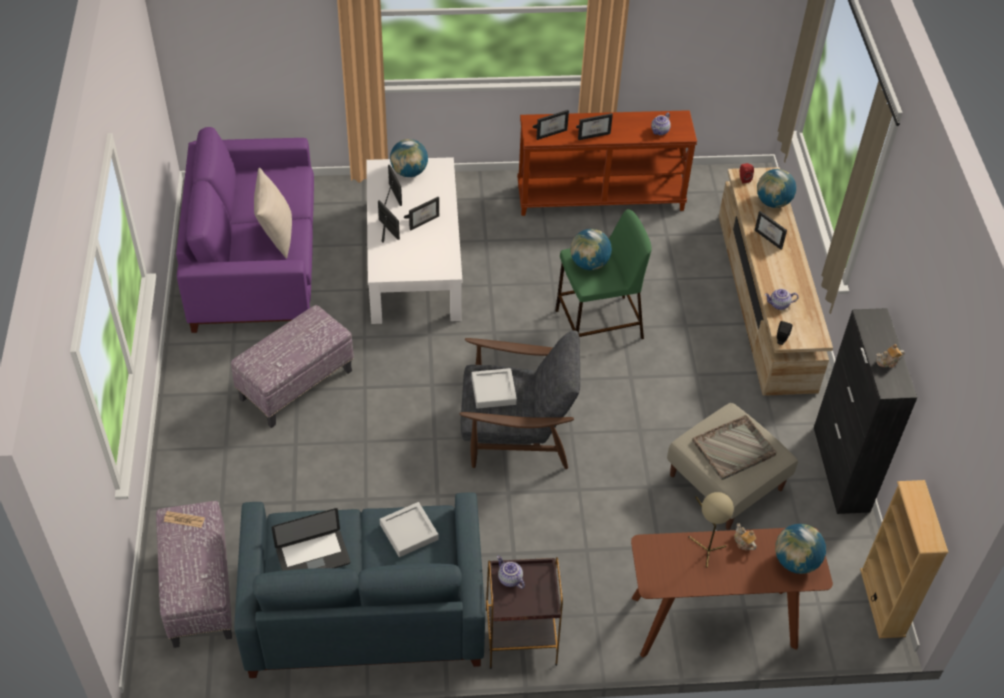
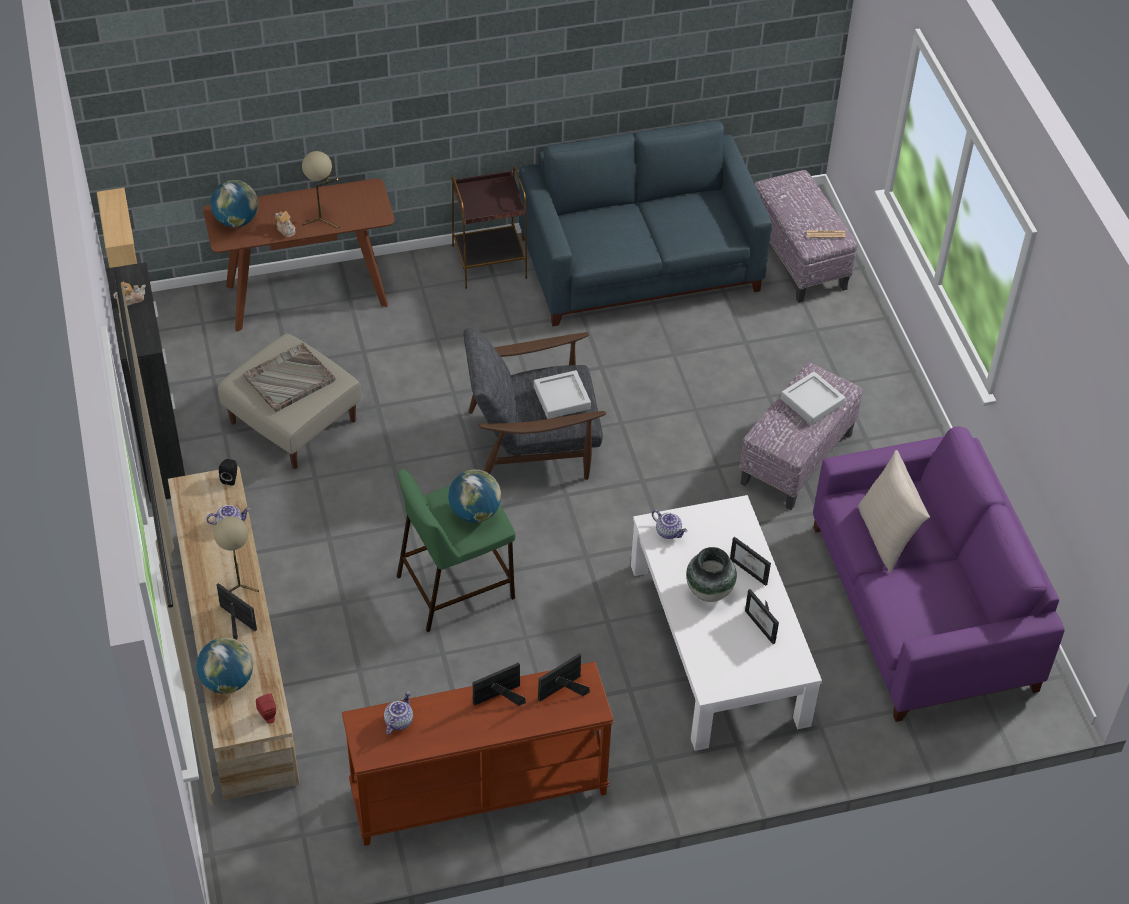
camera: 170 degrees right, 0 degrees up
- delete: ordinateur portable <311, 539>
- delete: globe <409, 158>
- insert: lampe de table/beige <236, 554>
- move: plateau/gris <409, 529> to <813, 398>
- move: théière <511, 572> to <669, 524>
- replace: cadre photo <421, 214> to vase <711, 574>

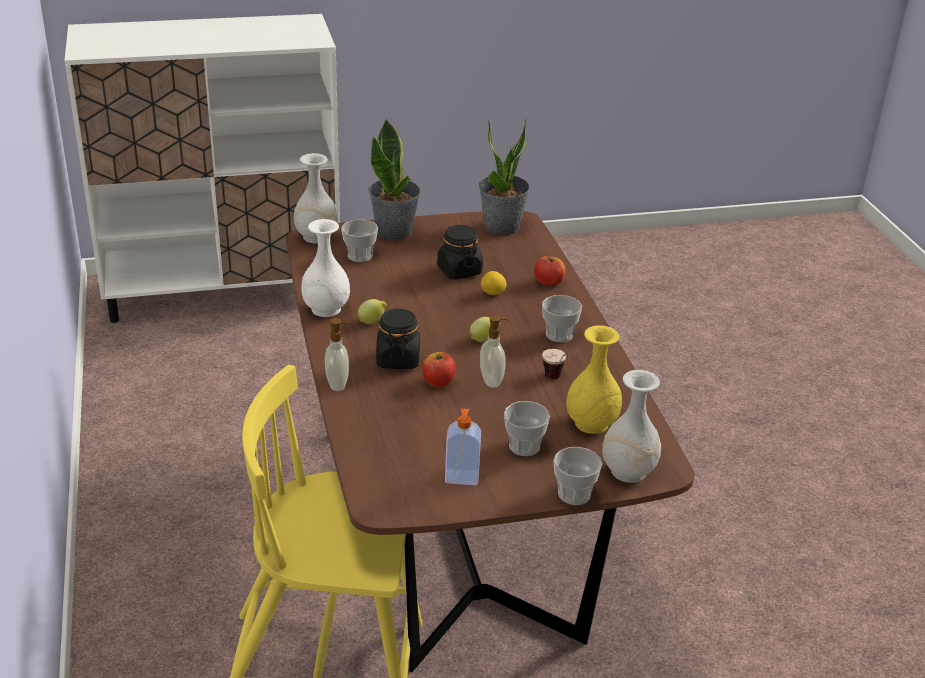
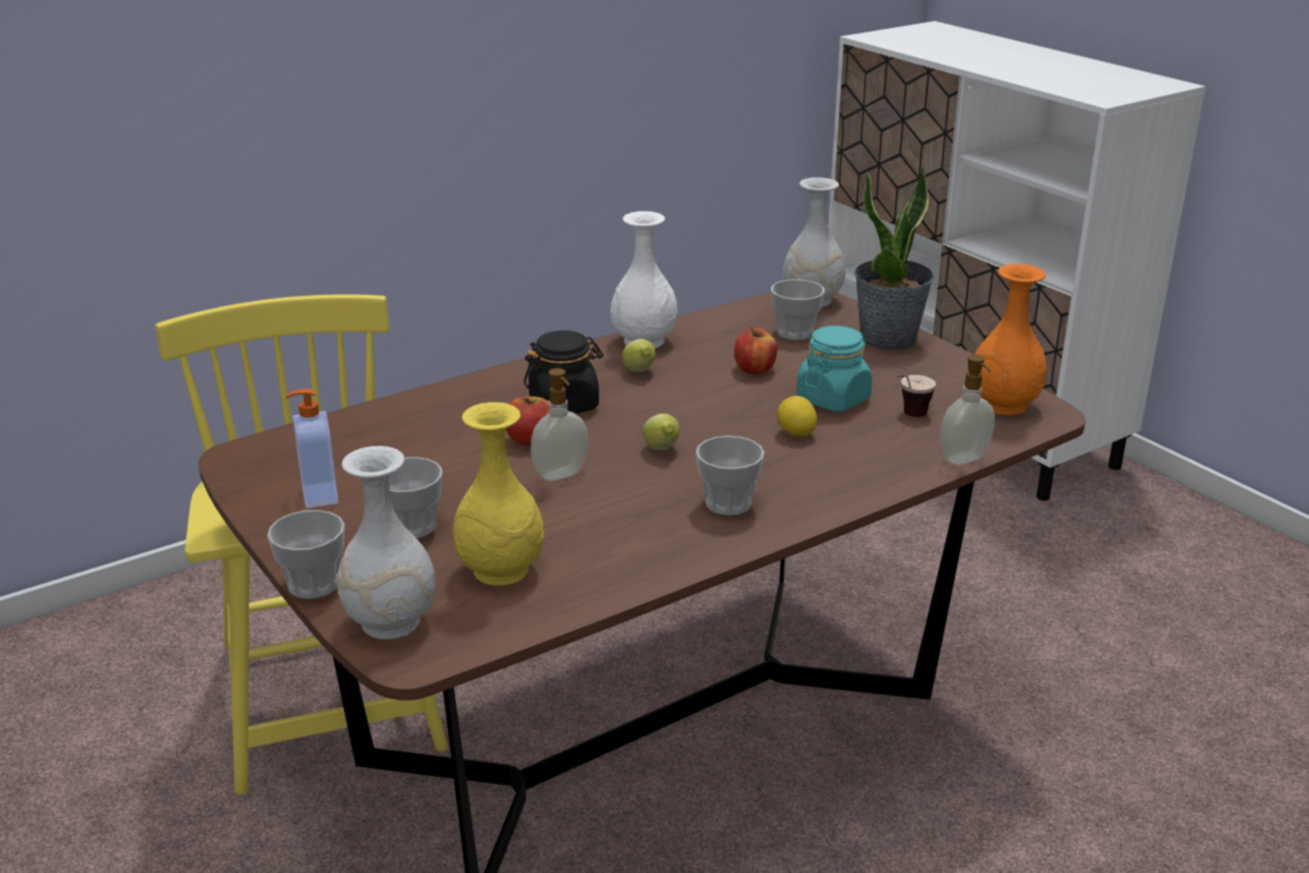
camera: 70 degrees right, 5 degrees down
- move: distributeur de savon <338, 354> to <967, 409>
- move: pomme <550, 271> to <755, 350>
- move: tasse <557, 364> to <915, 395>
- replace: plante en pot <504, 177> to vase/orange <1011, 339>
- recolor: bocal/noir <460, 252> to bocal/turquoise <834, 369>

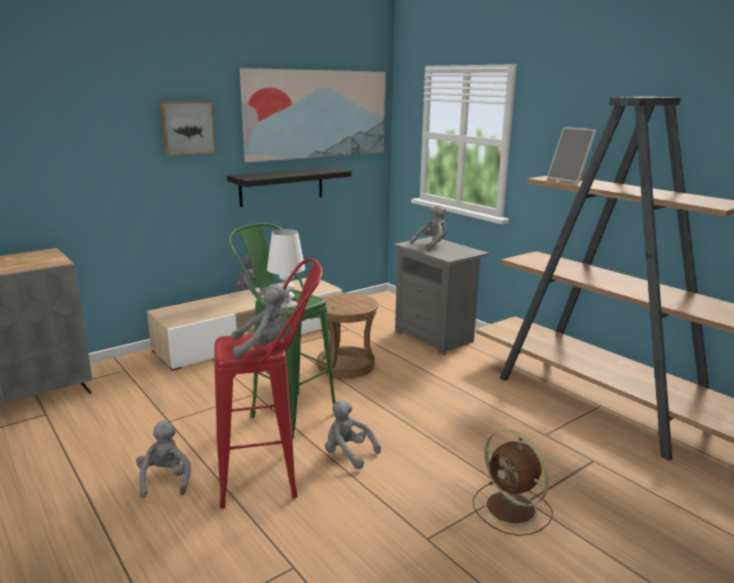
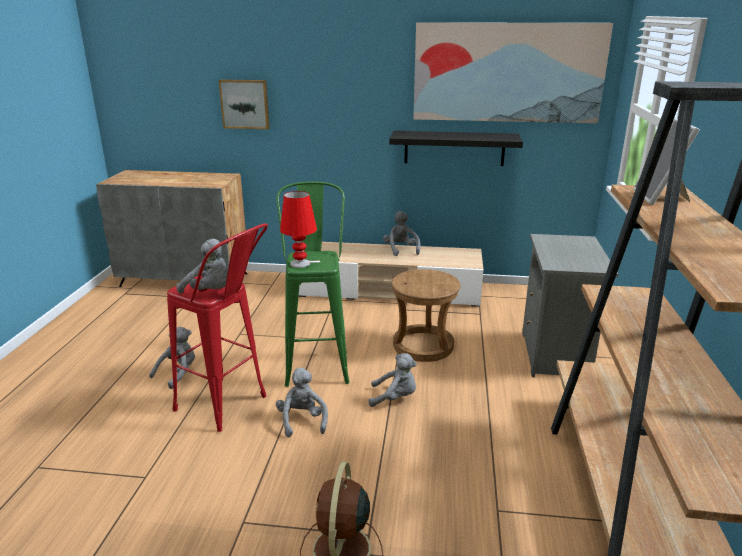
camera: 45 degrees right, 5 degrees up
- move: tableau <188, 128> to <244, 104>
- move: peluche/gris <428, 228> to <392, 380>
- recolor: lampe de table/blanc <286, 269> to lampe de table/rouge <298, 229>

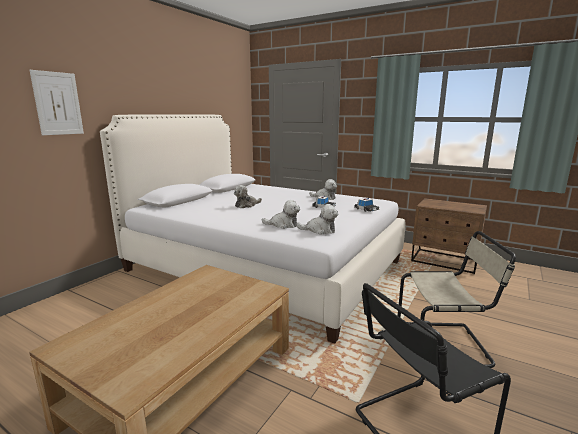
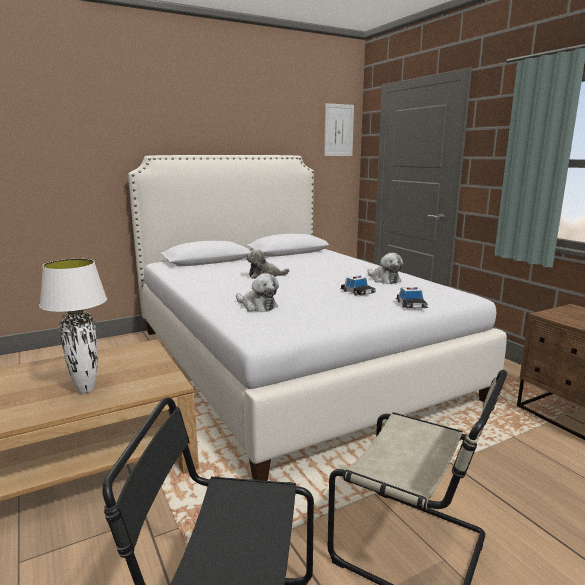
camera: 30 degrees right, 0 degrees up
- delete: peluche <317, 219>
- insert: lampe de table/blanc <73, 326>
- move: tableau <57, 102> to <339, 129>

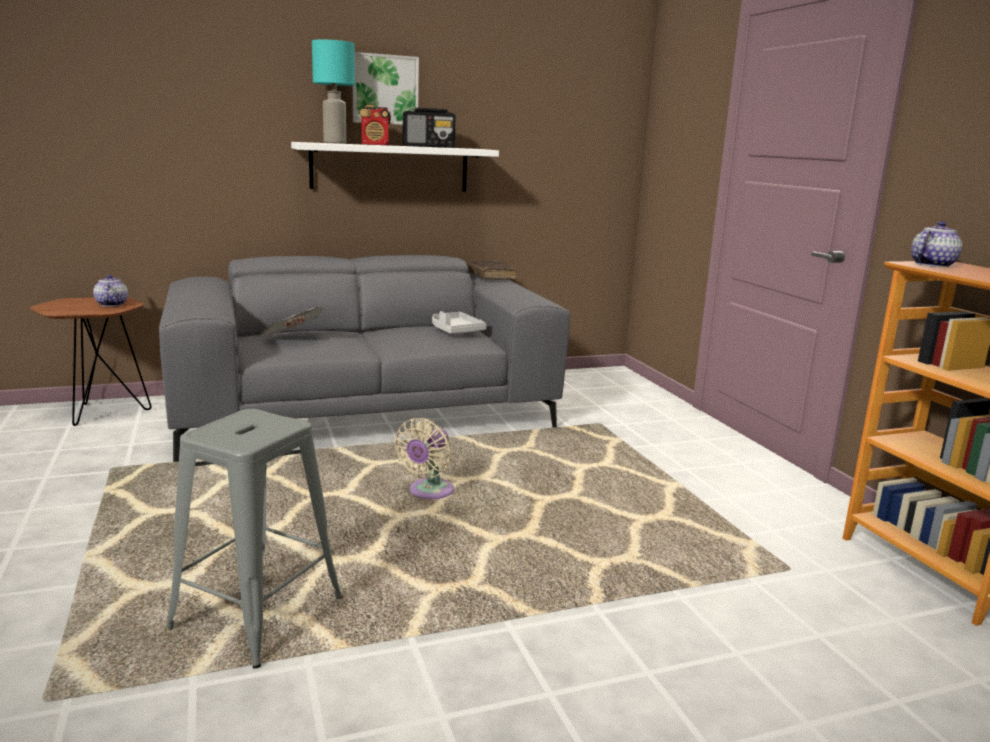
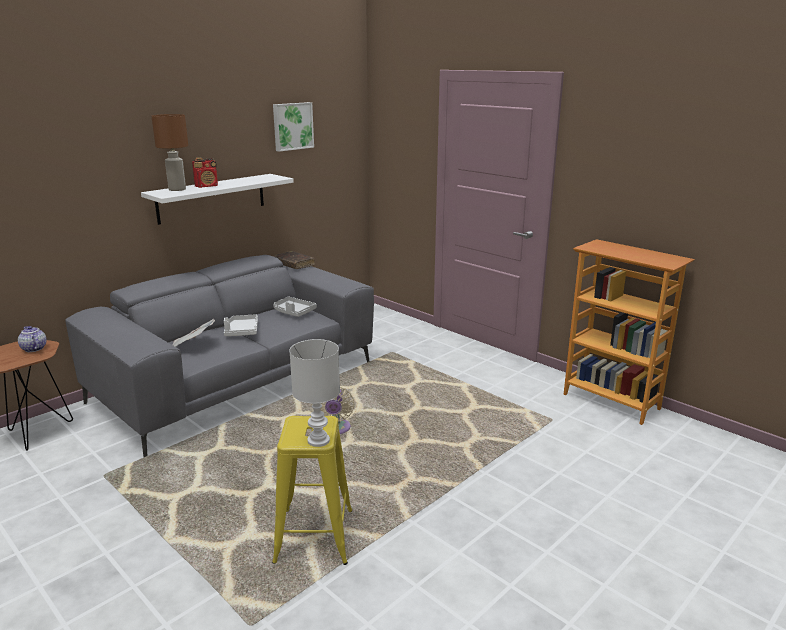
camera: 25 degrees left, 5 degrees up
- delete: radio <429, 128>
- delete: théière <936, 244>
- insert: plateau/blanc <241, 325>
- insert: lampe de table/blanc <314, 393>
- move: tableau <386, 88> to <293, 127>
- recolor: tabouret/gris <254, 539> to tabouret/jaune <312, 490>
- recolor: lampe de table/turquoise <333, 91> to lampe de table/marron <169, 152>

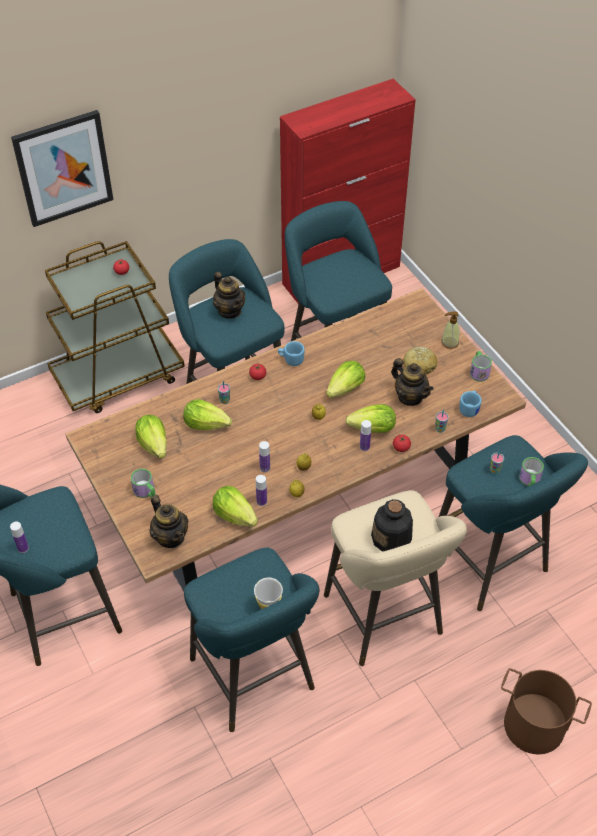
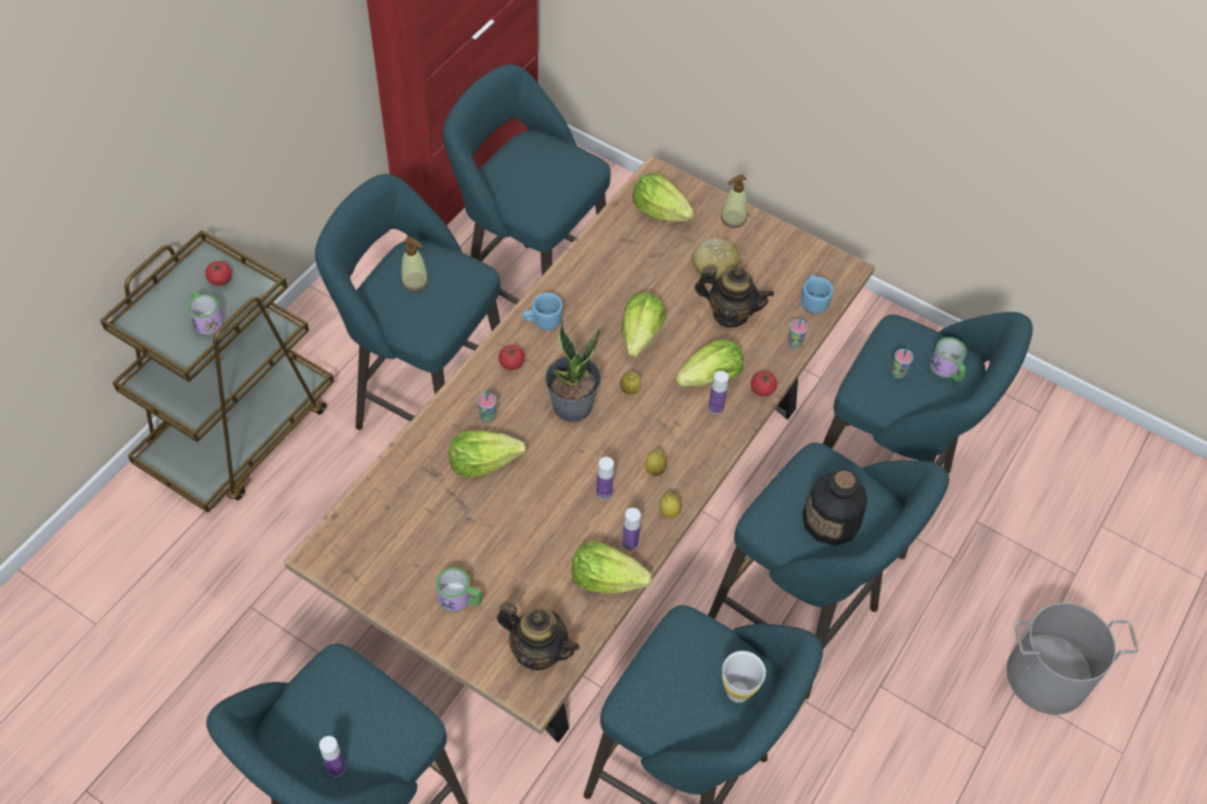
camera: 30 degrees left, 5 degrees up
- delete: tableau <62, 168>
- insert: plante en pot <573, 369>
- move: laitue <151, 436> to <663, 197>
- move: mug <481, 366> to <206, 313>
- replace: théière <229, 295> to distributeur de savon <415, 264>
- recolor: tabouret/beige <395, 578> to tabouret/turquoise <828, 571>
- recolor: seau/marron <546, 711> to seau/gris <1072, 659>

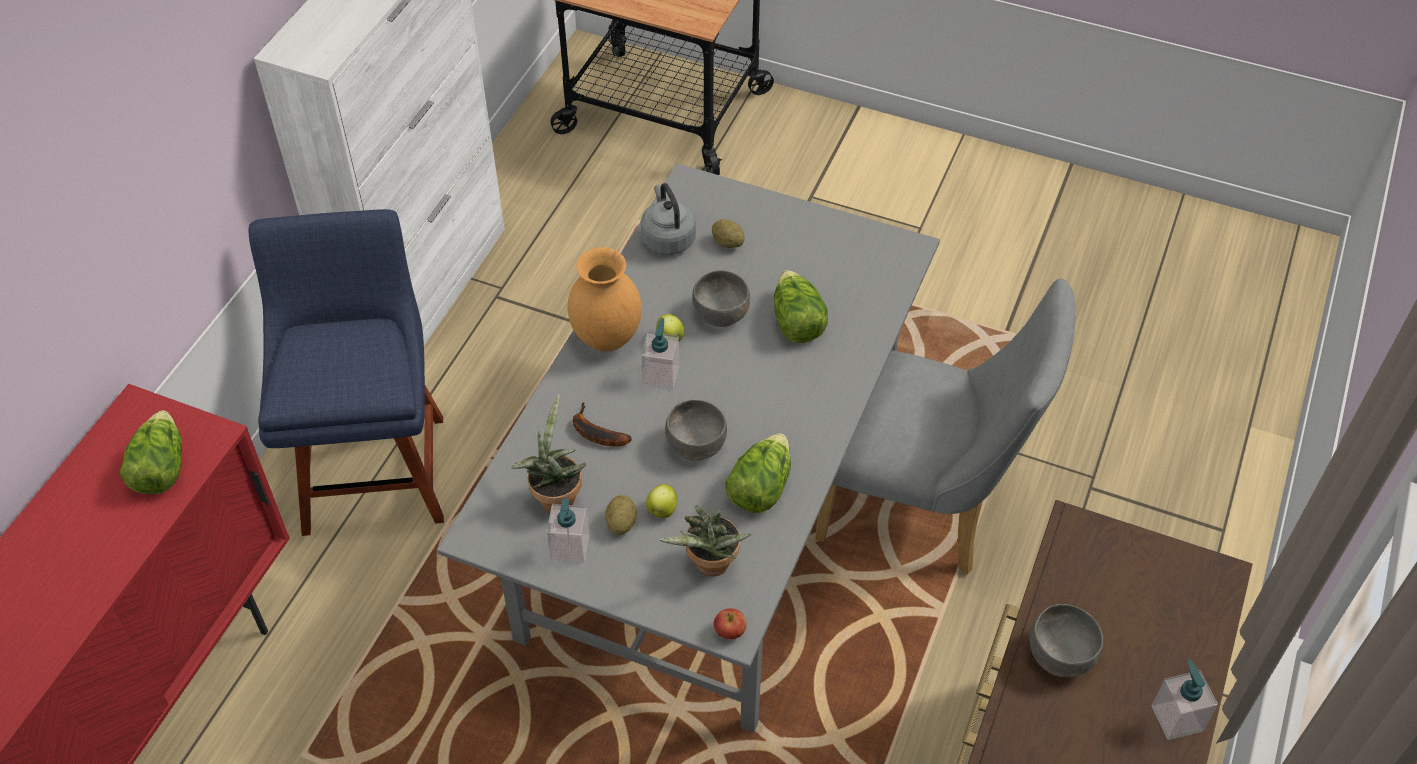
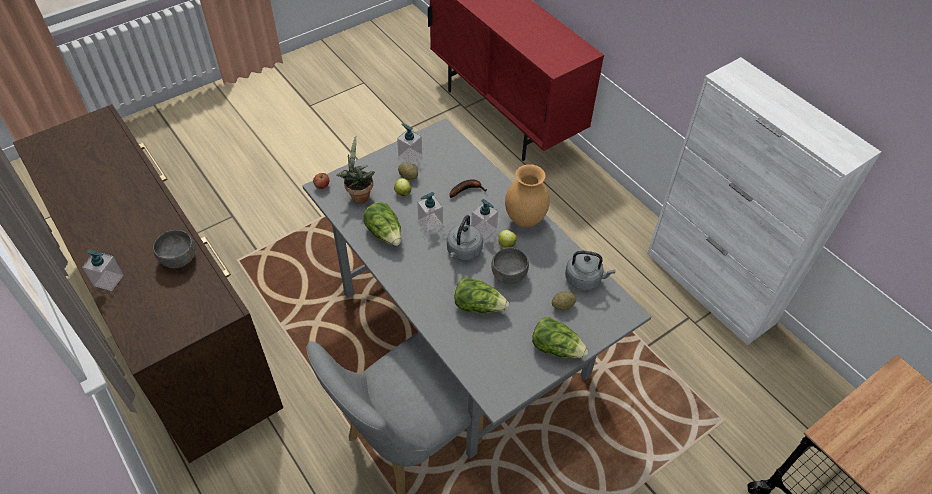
camera: 120 degrees right, 0 degrees up
- delete: chaise/bleu <346, 372>
- delete: plante en pot <549, 453>
- insert: bouilloire/gris <465, 238>
- move: laitue <151, 452> to <560, 337>
- replace: bol/gris <696, 430> to distributeur de savon <430, 212>

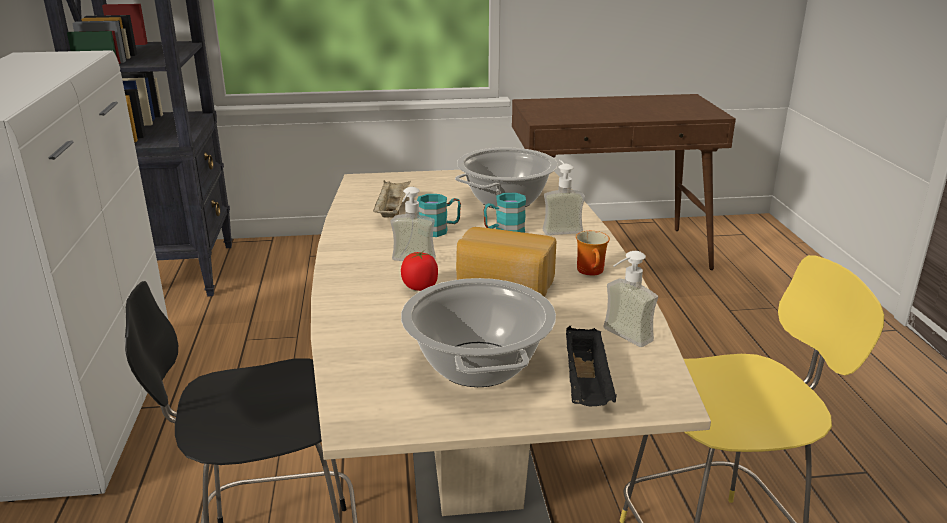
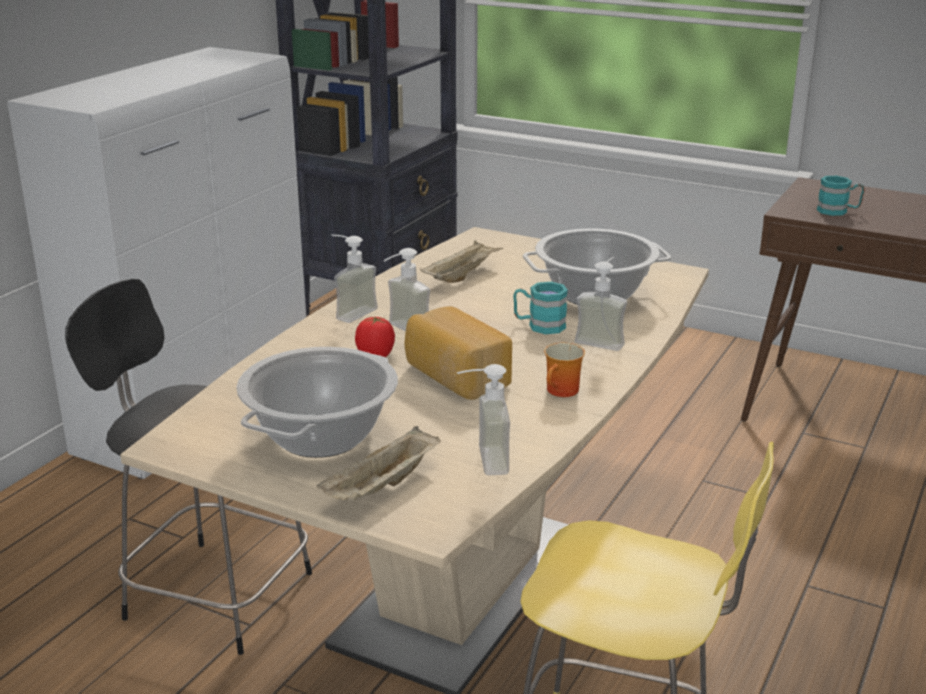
camera: 35 degrees right, 0 degrees up
- insert: distributeur de savon <355, 279>
- move: mug/turquoise <439, 215> to <841, 196>
- recolor: plateau/noir <591, 366> to plateau/beige <379, 464>

